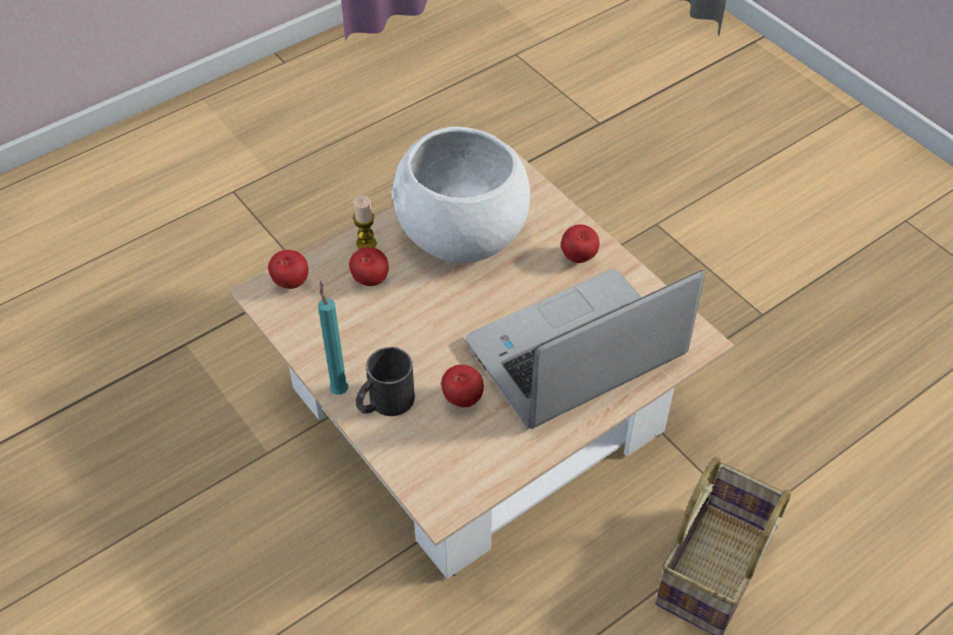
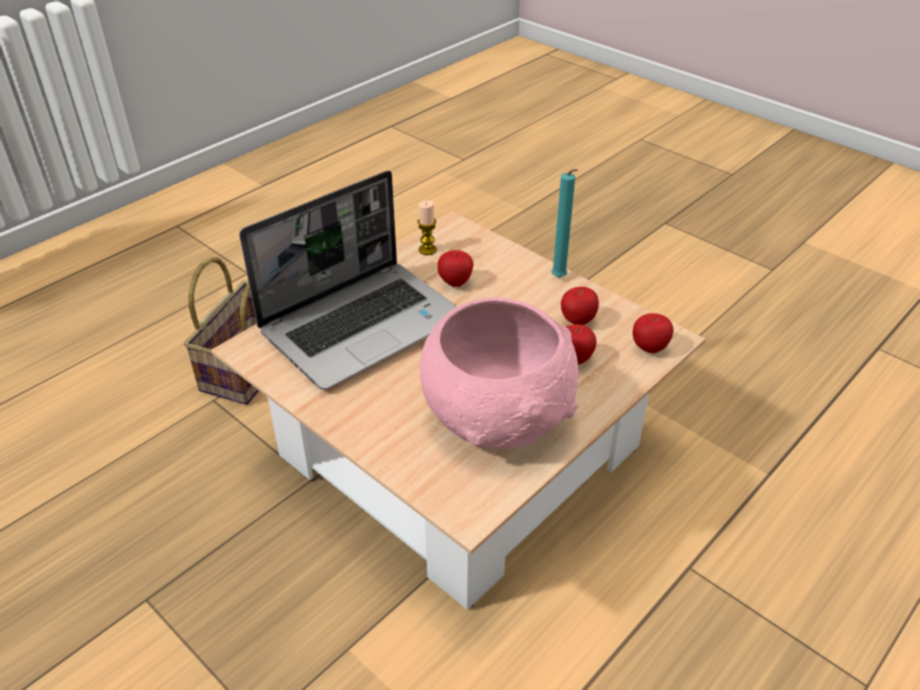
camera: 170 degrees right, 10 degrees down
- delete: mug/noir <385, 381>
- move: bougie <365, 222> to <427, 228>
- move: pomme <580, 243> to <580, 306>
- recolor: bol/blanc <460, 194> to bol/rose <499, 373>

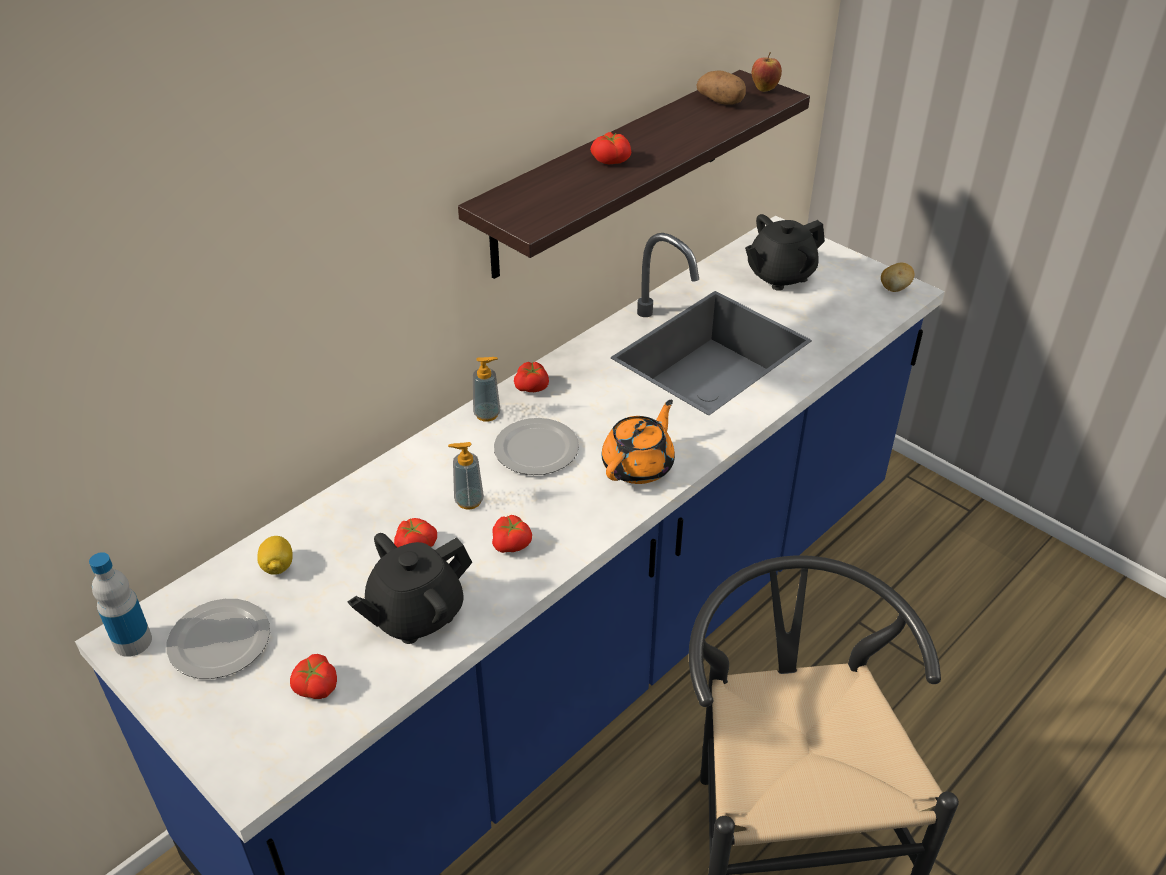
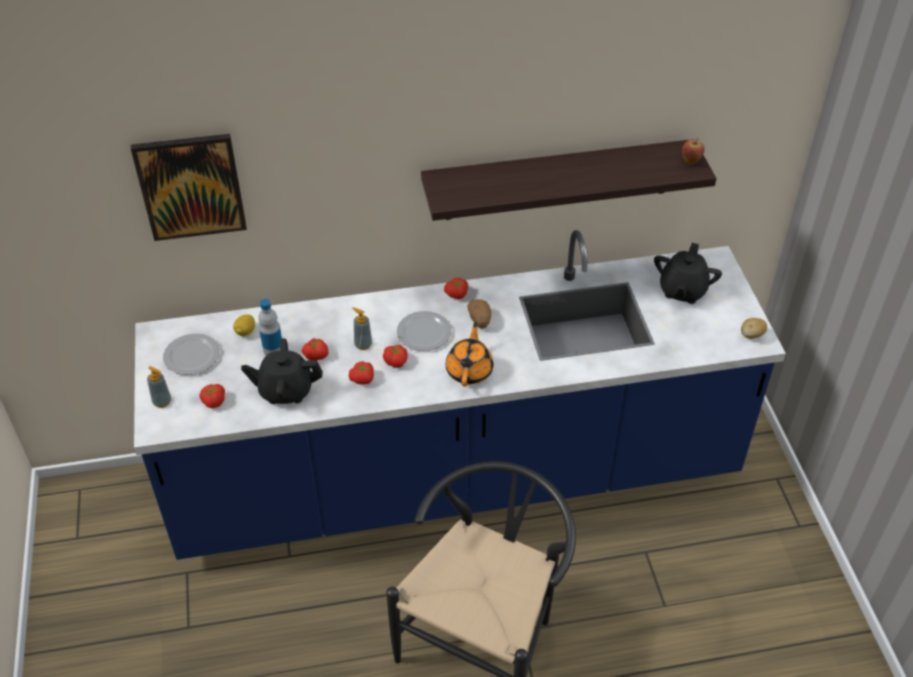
camera: 35 degrees right, 5 degrees up
- insert: tableau <189, 187>
- move: bouteille <120, 604> to <270, 327>
- move: distributeur de savon <486, 389> to <159, 387>
- move: tomate <611, 148> to <395, 356>
- move: pomme de terre <721, 87> to <479, 314>
- rotate: théière/orange <638, 442> = <469, 354> 60 degrees counterclockwise
- rotate: théière/noir <785, 252> = <688, 273> 75 degrees counterclockwise

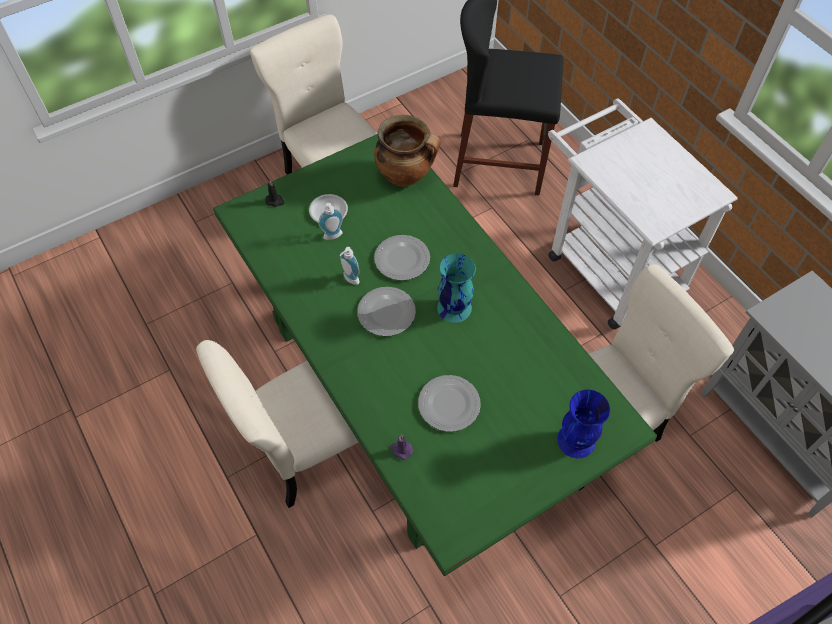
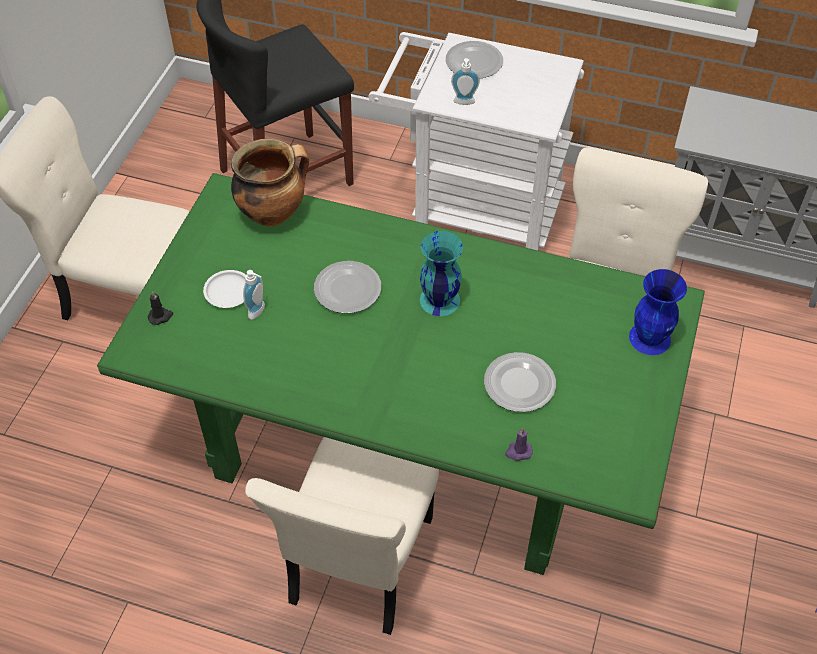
camera: 40 degrees left, 5 degrees down
- move: distributeur de savon <349, 266> to <465, 81>
- move: assiette <386, 311> to <474, 60>

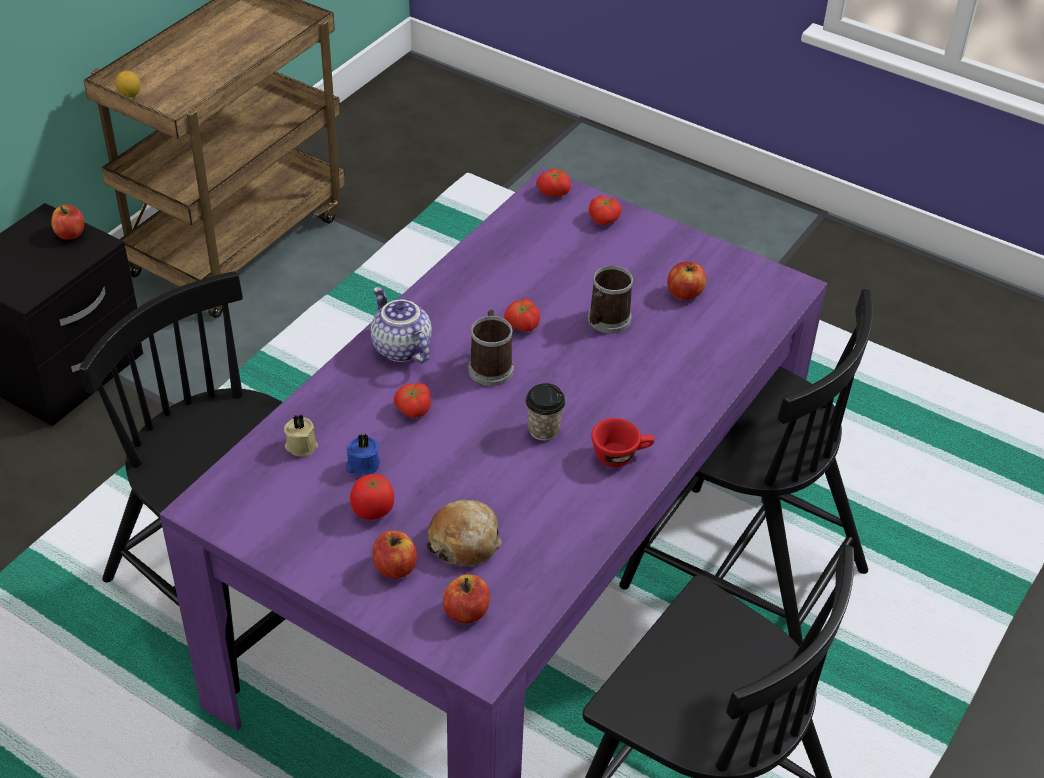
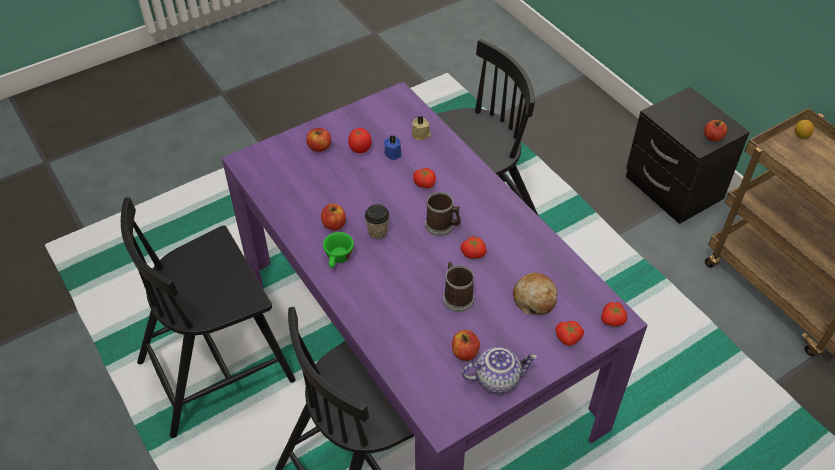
camera: 115 degrees right, 5 degrees up
- move: théière <401, 325> to <499, 370>
- move: pain <464, 533> to <535, 293>
- move: pomme <466, 598> to <333, 217>
- recolor: tasse/rouge <623, 442> to tasse/vert <338, 250>

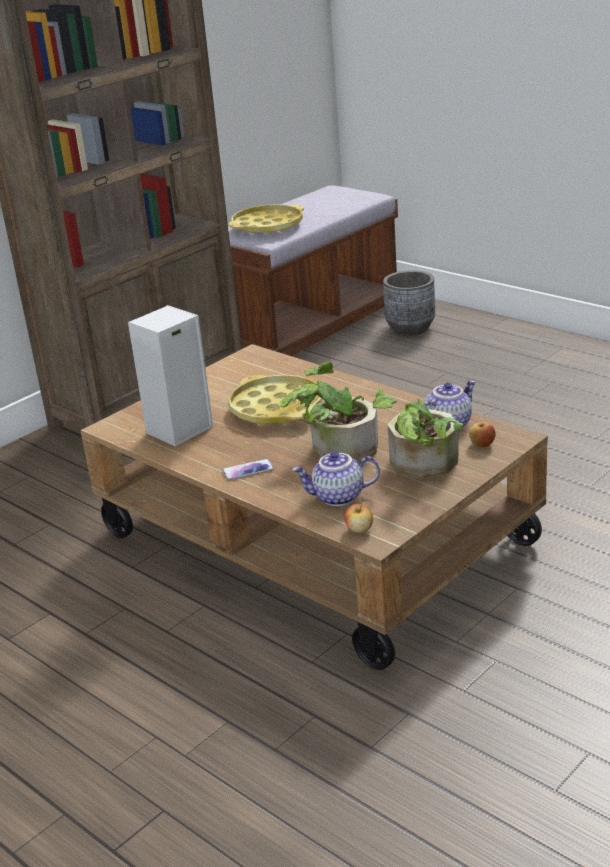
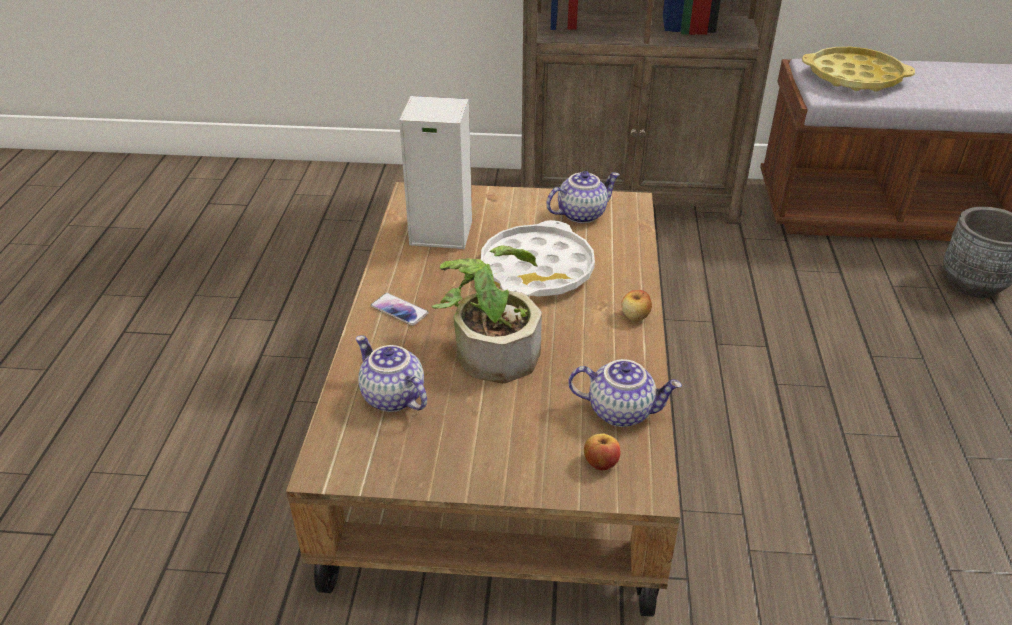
camera: 50 degrees right, 10 degrees up
- delete: plante en pot <418, 434>
- insert: théière <583, 197>
- move: pomme <358, 518> to <636, 305>
- recolor: plateau/jaune <275, 400> to plateau/blanc <538, 258>

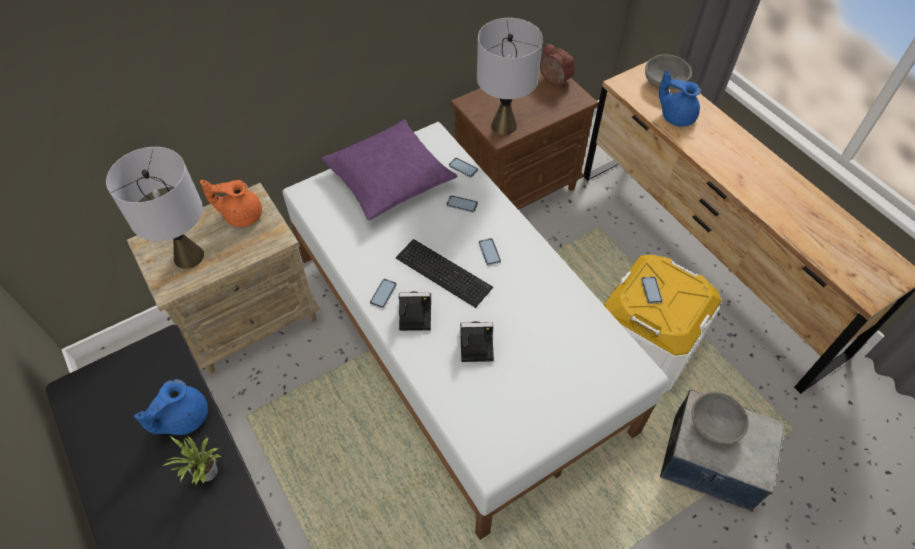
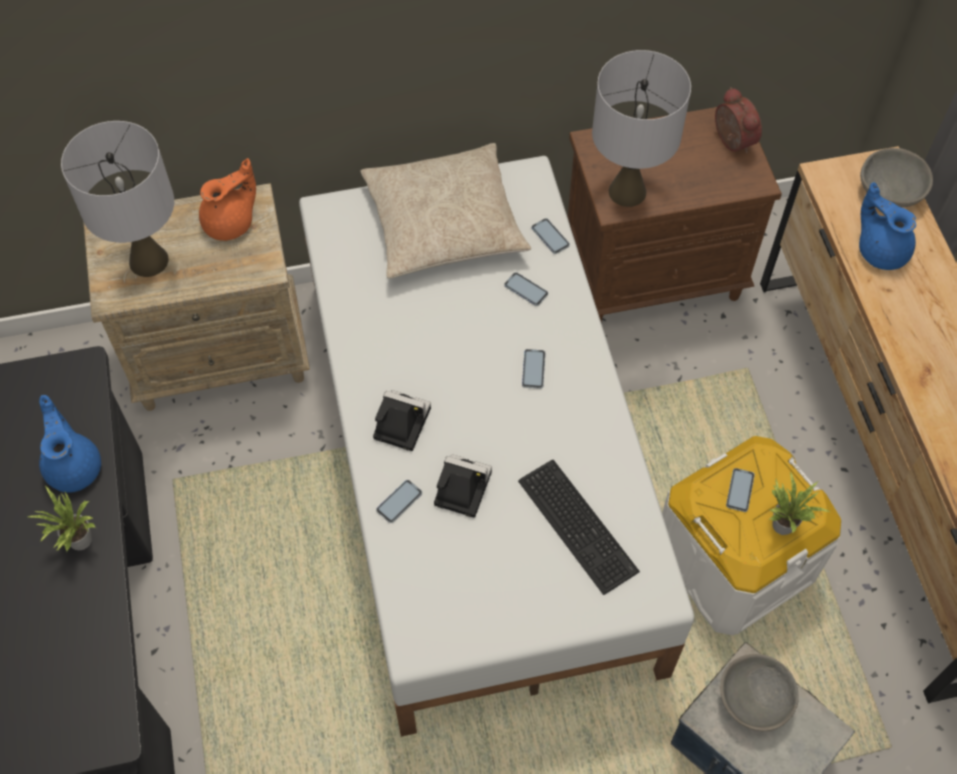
camera: 20 degrees right, 5 degrees up
- insert: plante en pot <799, 503>
- move: téléphone <383, 293> to <399, 501>
- move: clavier <444, 273> to <579, 527>
- recolor: coussin/violet <389, 170> to coussin/beige <445, 210>
- rotate: théière/bleu <171, 407> = <70, 444> 105 degrees clockwise
- rotate: théière/orange <231, 203> = <227, 199> 120 degrees clockwise

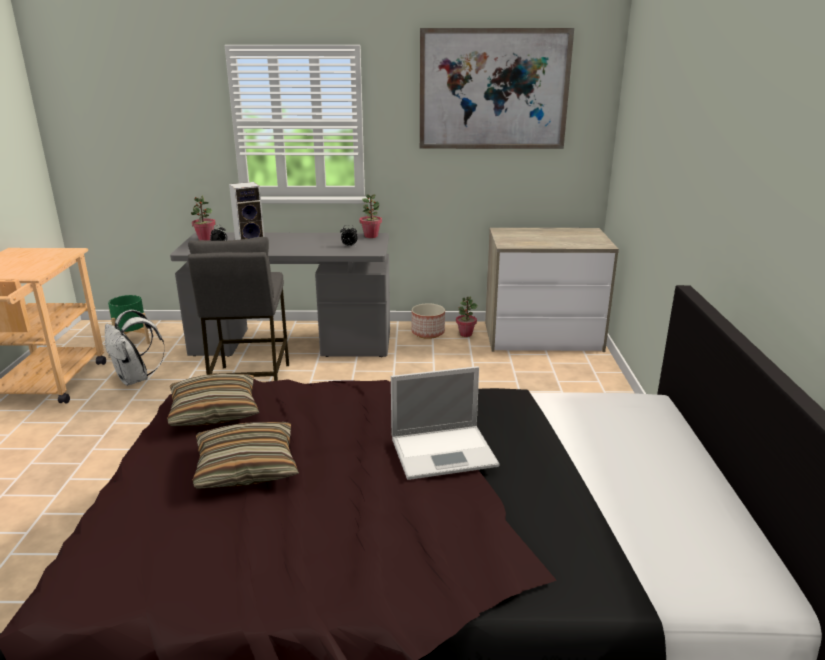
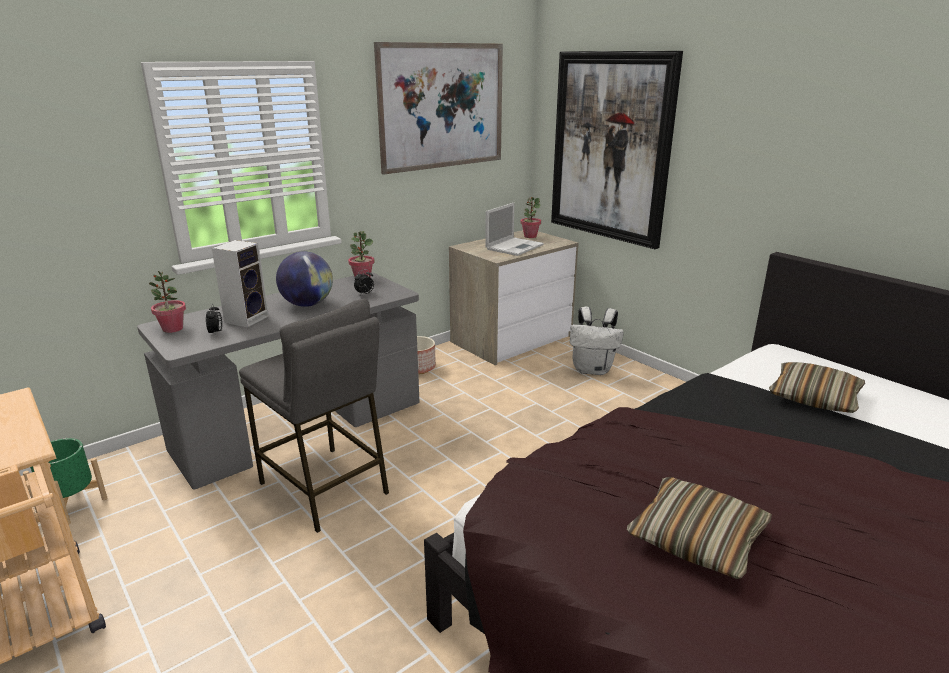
camera: 40 degrees left, 0 degrees up
- insert: globe <304, 279>
- insert: tableau <617, 150>
- move: sac à dos/blanc <135, 348> to <597, 341>
- move: coussin <213, 399> to <817, 387>
- move: ordinateur portable <445, 423> to <514, 229>
- move: plante en pot <467, 317> to <531, 217>

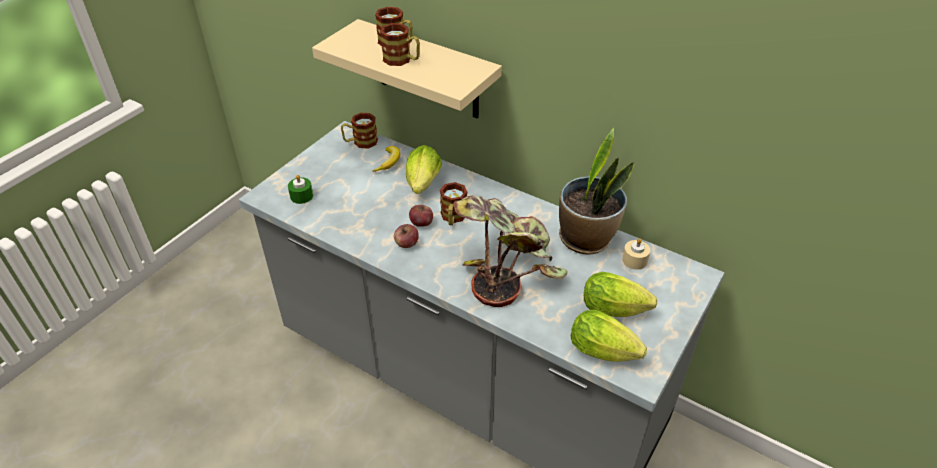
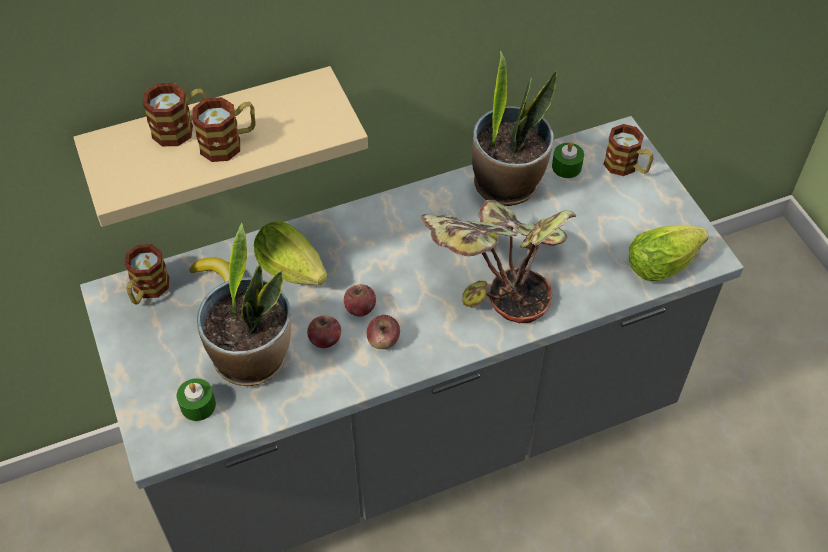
camera: 55 degrees left, 10 degrees up
- delete: laitue <620, 294>
- insert: plante en pot <244, 304>
- insert: pomme <324, 332>
- move: mug <453, 203> to <628, 150>
- recolor: bougie/beige <636, 254> to bougie/vert <568, 160>

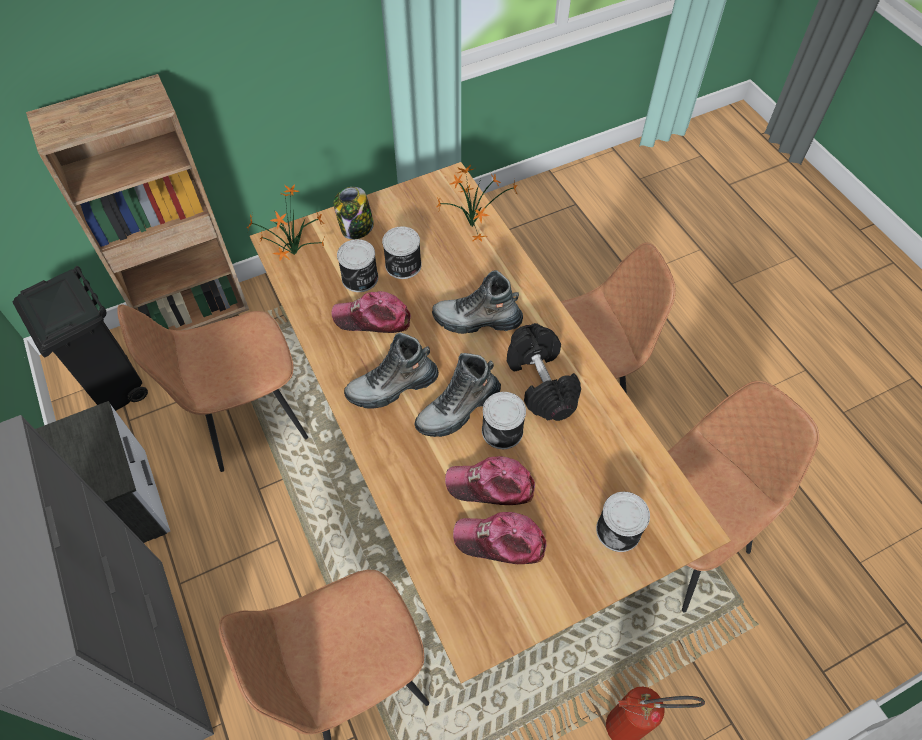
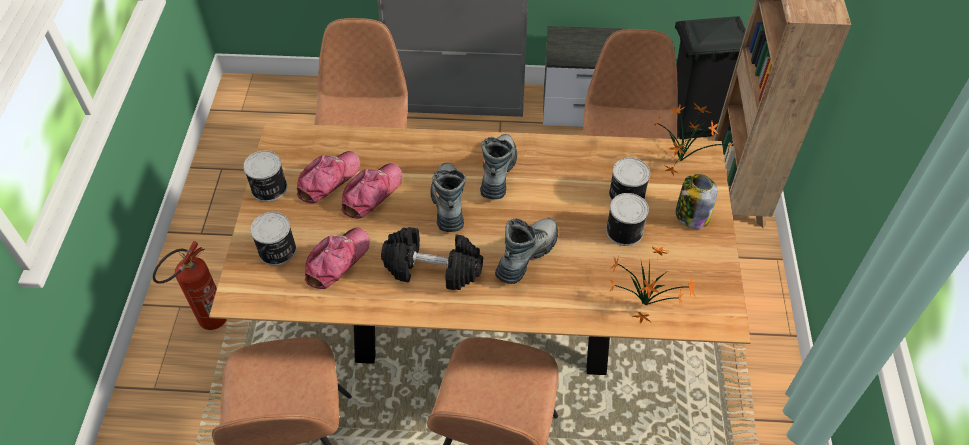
camera: 120 degrees right, 5 degrees down
- move: casquette <371, 312> to <337, 258>
- move: boîte métallique <504, 420> to <265, 176>

